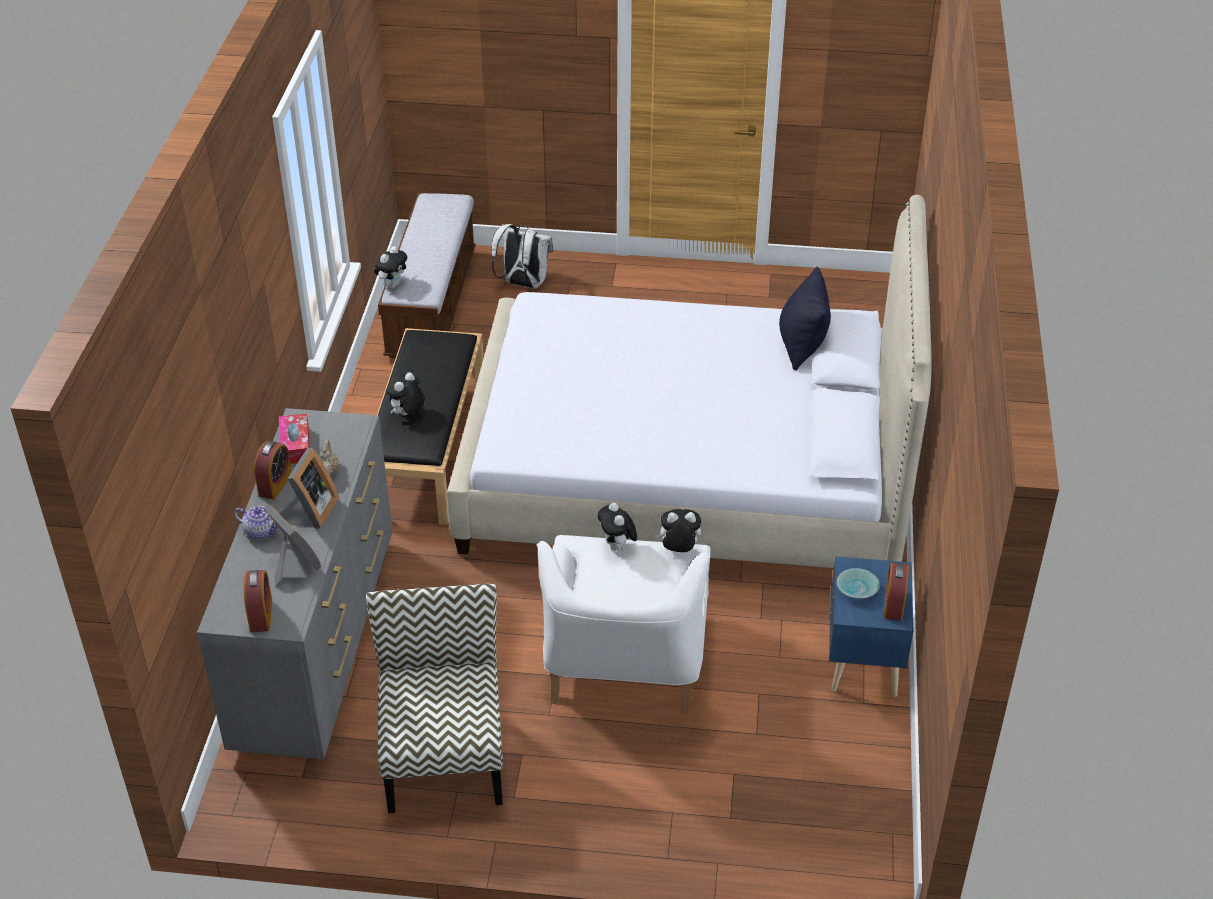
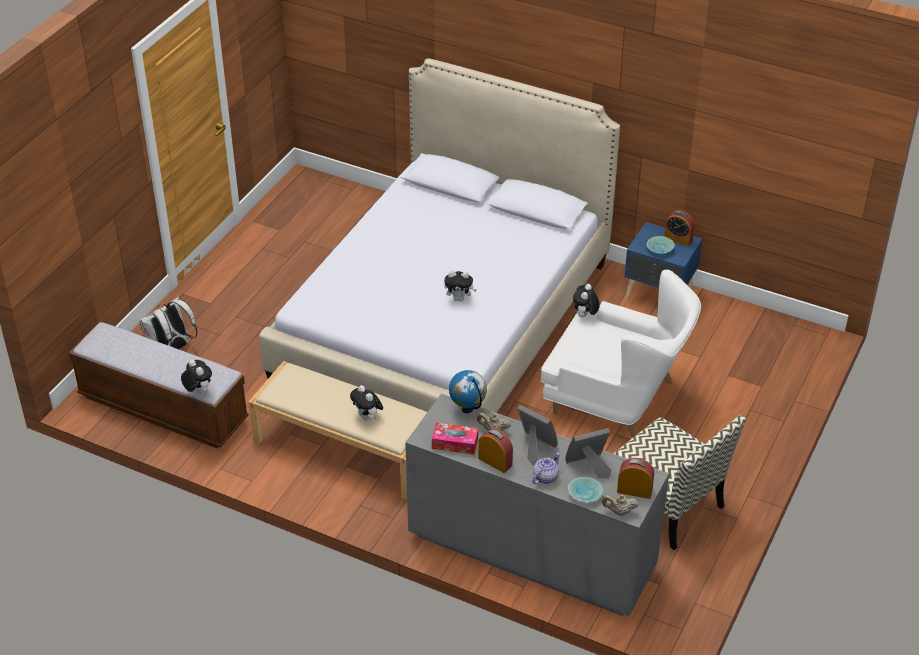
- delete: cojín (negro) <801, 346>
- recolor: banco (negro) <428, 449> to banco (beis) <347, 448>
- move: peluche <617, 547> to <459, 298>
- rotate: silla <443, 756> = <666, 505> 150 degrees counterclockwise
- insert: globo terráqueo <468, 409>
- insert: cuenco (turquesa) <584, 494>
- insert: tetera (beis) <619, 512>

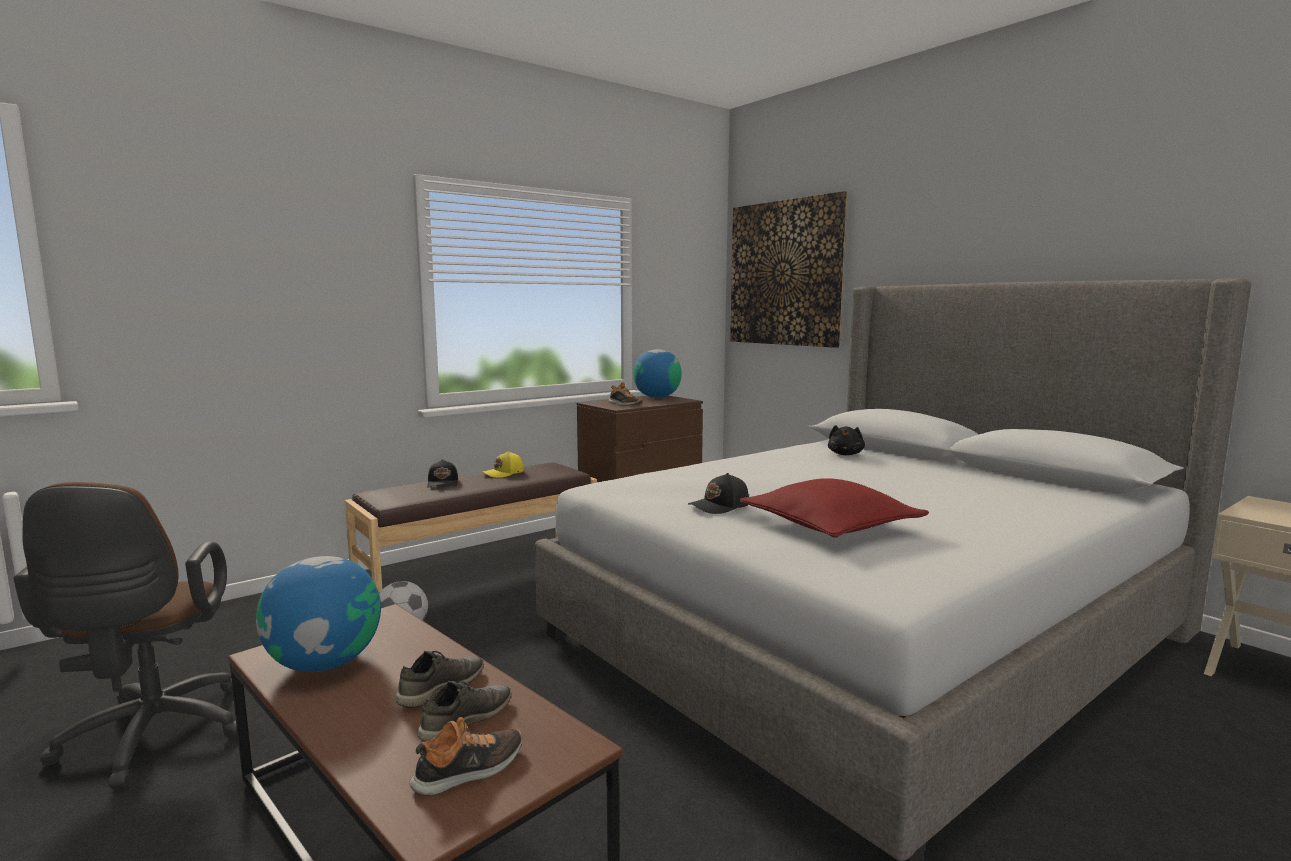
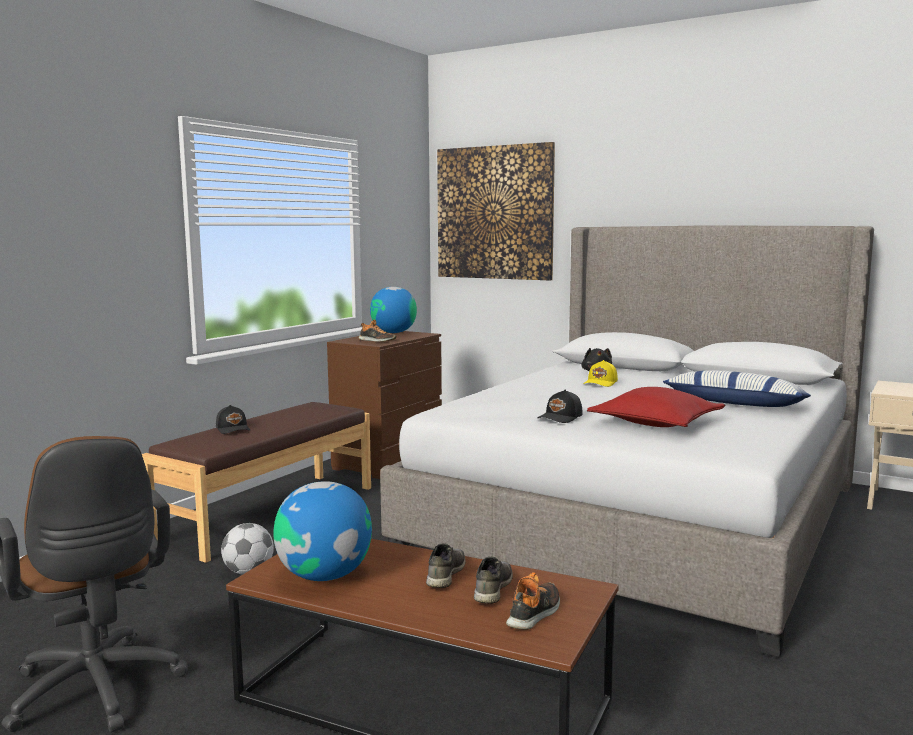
- move: gorra (amarillo) <504, 473> to <601, 383>
- insert: cojín <735, 404>

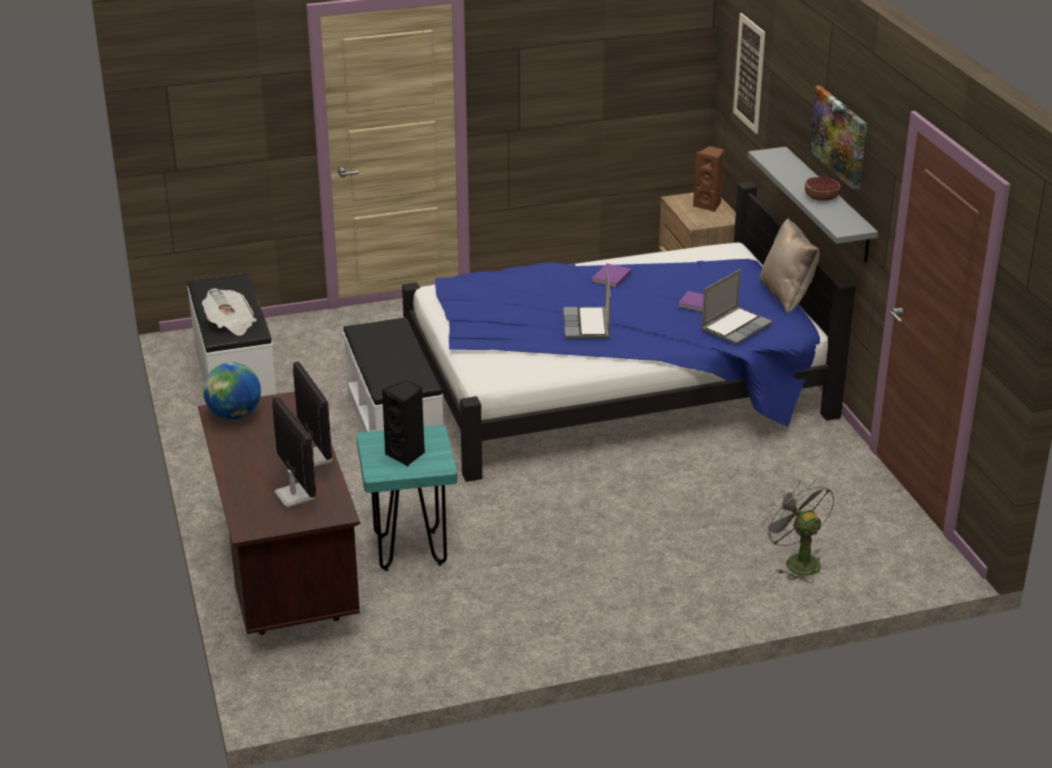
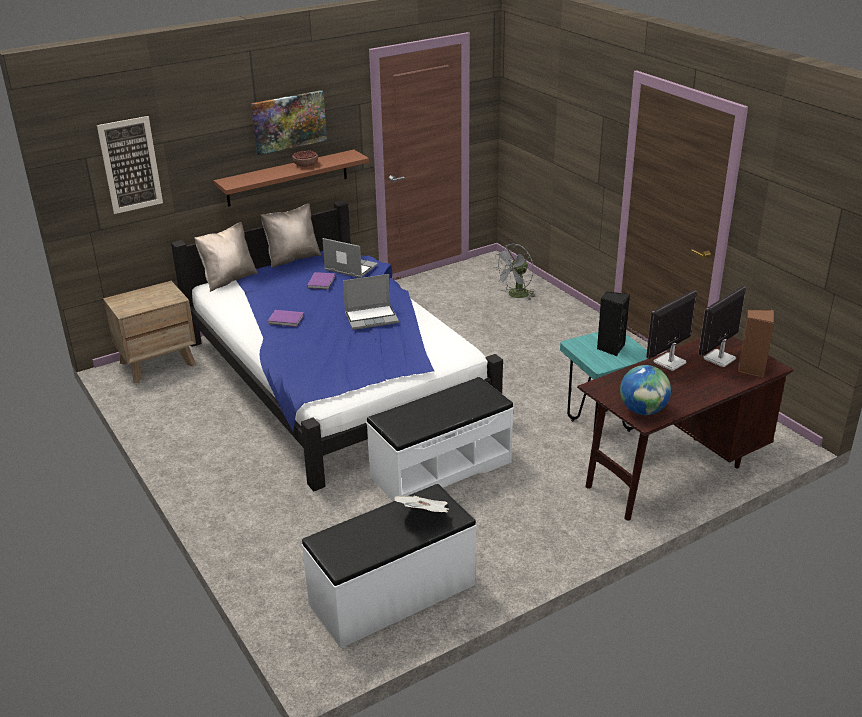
- move: altavoz (marrón) <709, 205> to <751, 369>
- recolor: estante (gris) <828, 205> to estante (marrón) <287, 178>
- insert: cojín (beis) <228, 279>

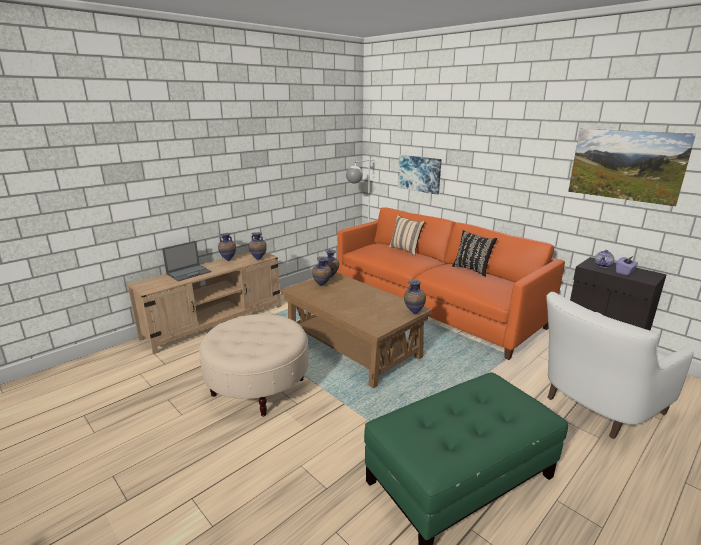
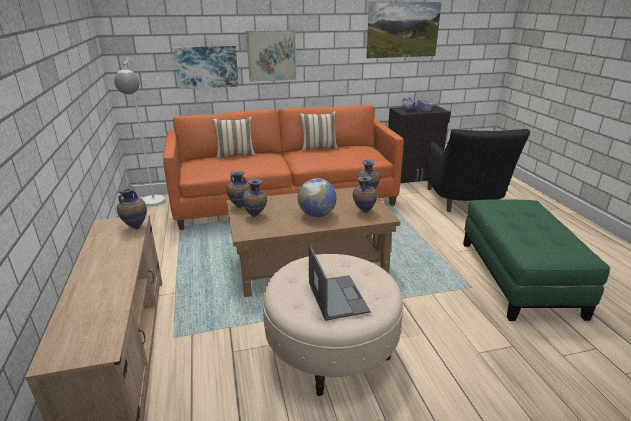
- recolor: cojín (negro) <472, 269> to cojín (beis) <318, 148>
- move: florero <228, 260> to <363, 212>
- move: portátil <189, 273> to <337, 296>
- recolor: sillón (blanco) <595, 407> to sillón (negro) <465, 202>
- insert: cuadro <271, 55>
- insert: globo terráqueo <317, 215>

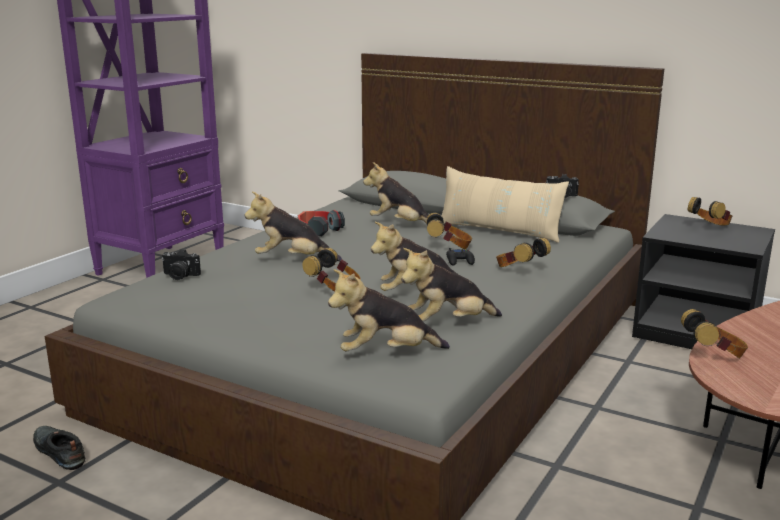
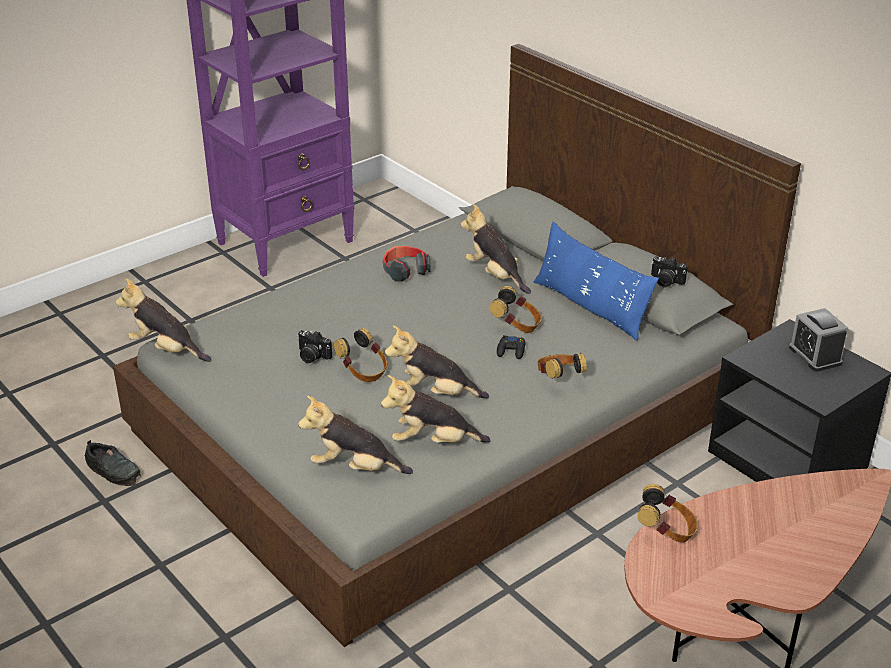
- recolor: cojín (beis) <499, 231> to cojín (azul) <590, 307>
- move: peluche <292, 260> to <166, 349>
- replace: auriculares <709, 227> to despertador <815, 355>
- move: cámara <179, 276> to <312, 356>
- rotate: zapato (negro) <59, 452> = <114, 470> 150 degrees clockwise

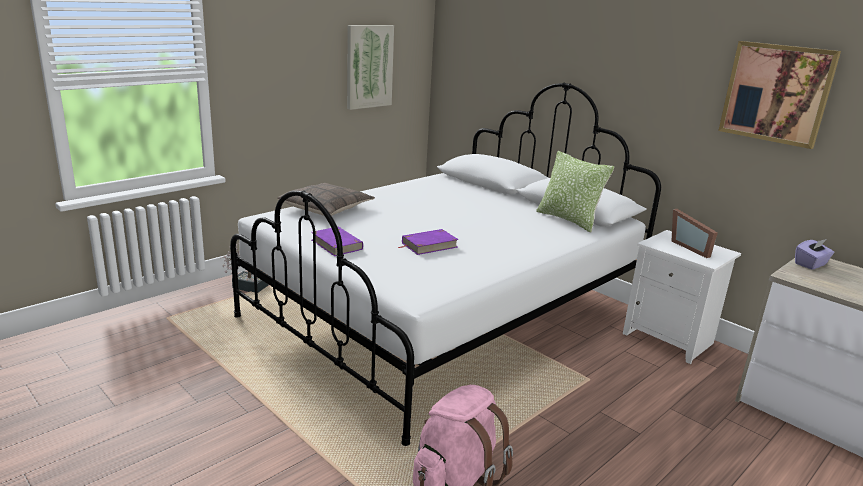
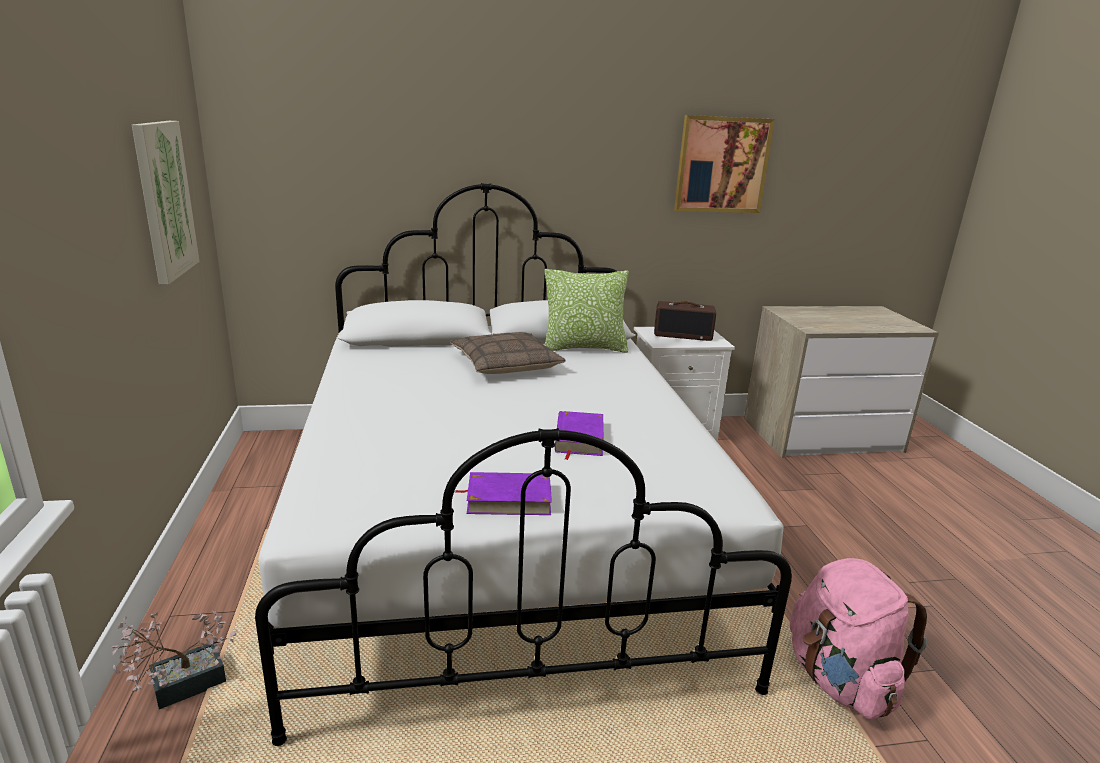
- move: cojín <326, 208> to <505, 364>
- replace: portarretratos <692, 247> to radio <683, 335>
- delete: caja de pañuelos (morado) <811, 264>

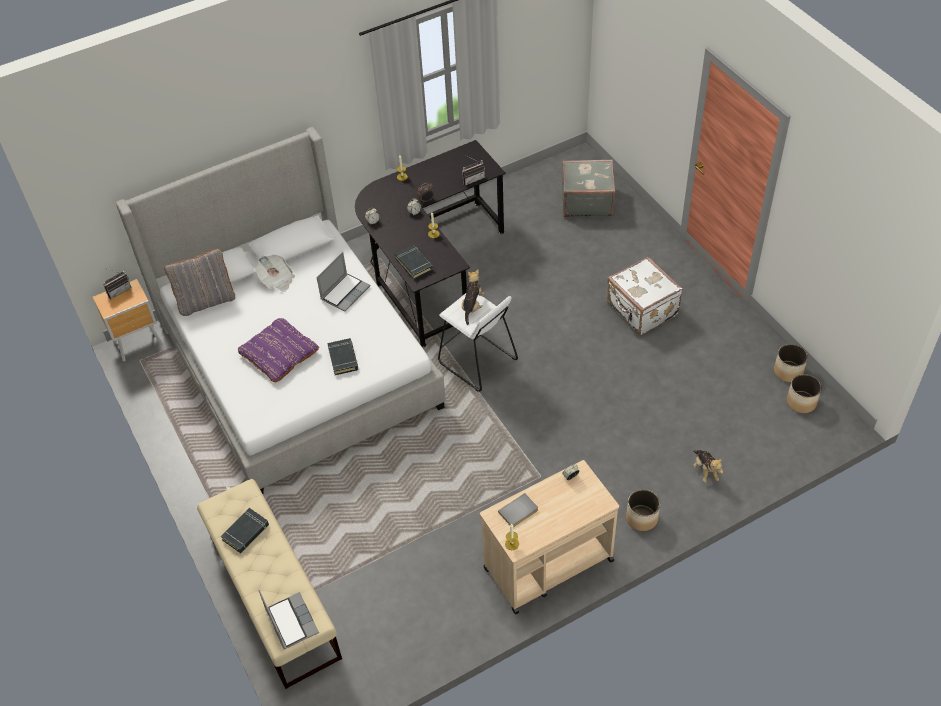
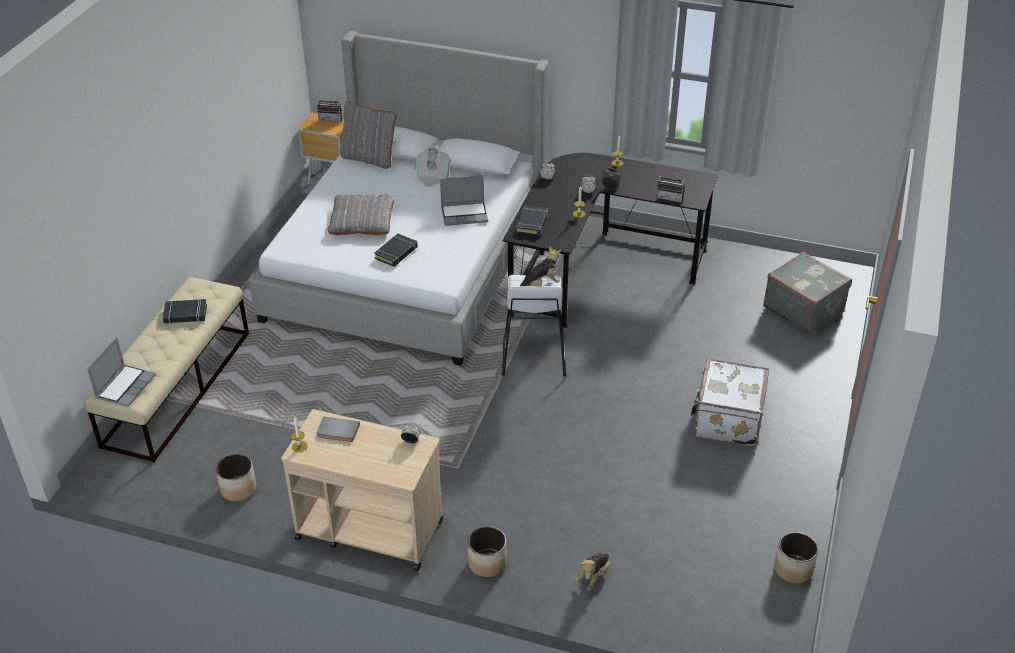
- recolor: cojín (morado) <279, 354> to cojín (gris) <362, 220>
- move: maceta <801, 402> to <238, 489>

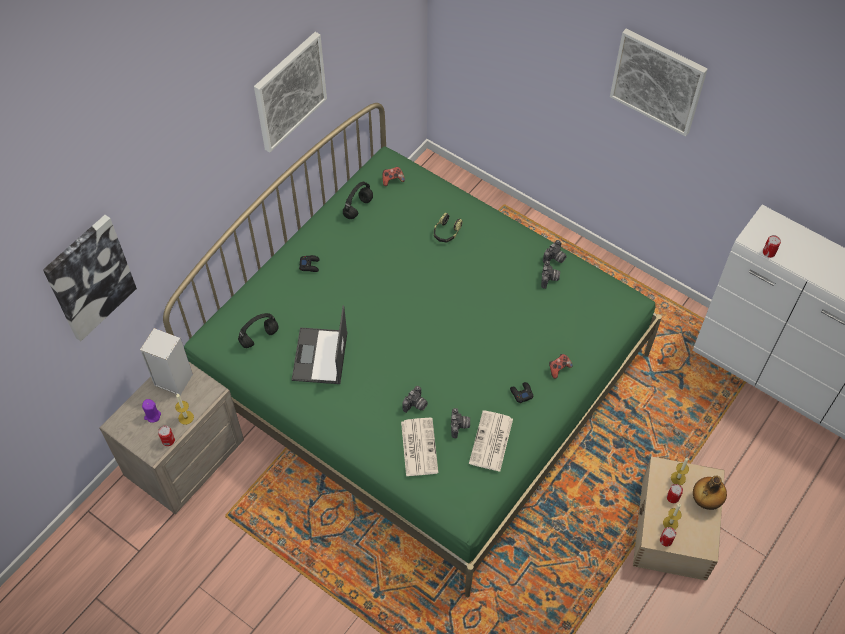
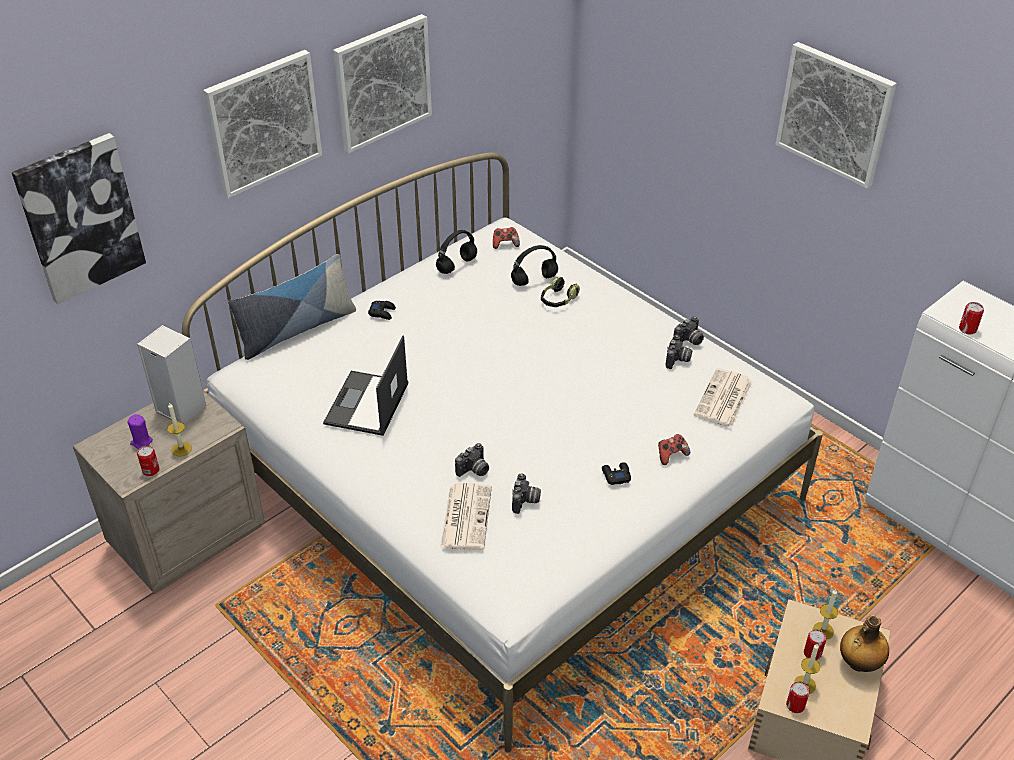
- recolor: cama (verde) <422, 376> to cama (blanco) <506, 485>
- move: auriculares (negro) <259, 338> to <534, 280>
- move: periódico <491, 442> to <723, 399>
- insert: cuadro <263, 122>
- insert: cojín <296, 329>

